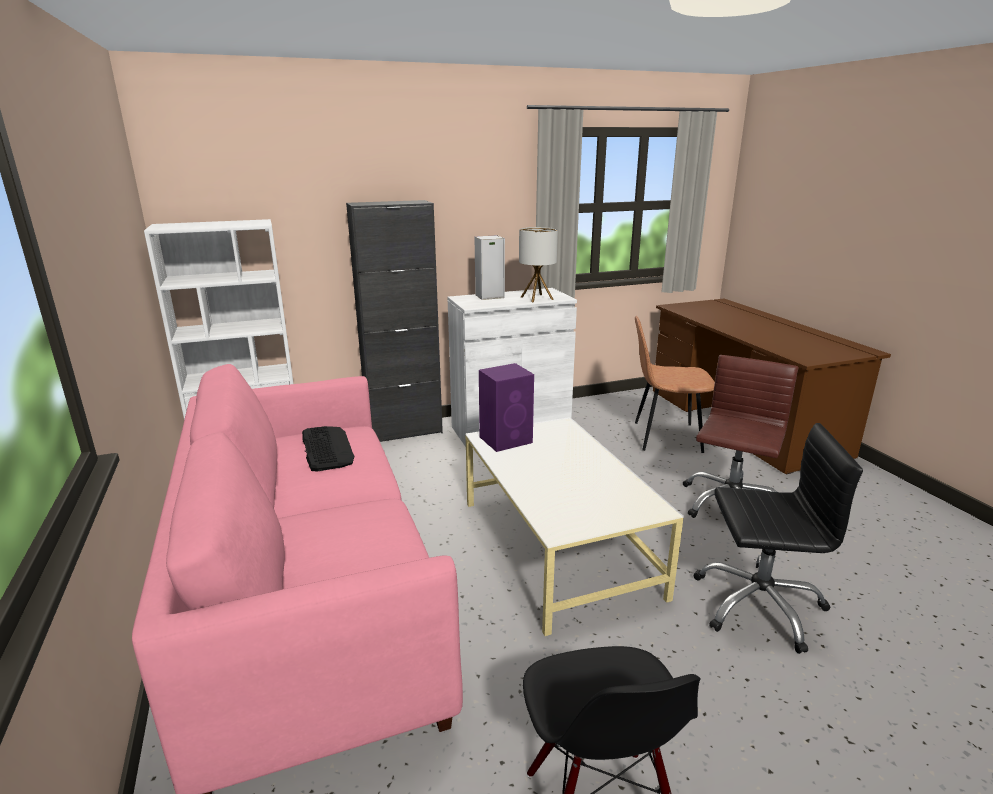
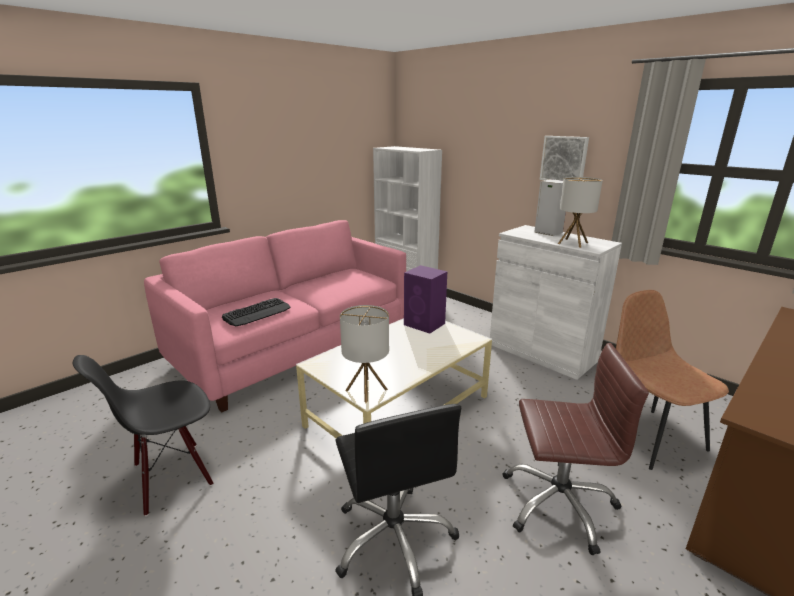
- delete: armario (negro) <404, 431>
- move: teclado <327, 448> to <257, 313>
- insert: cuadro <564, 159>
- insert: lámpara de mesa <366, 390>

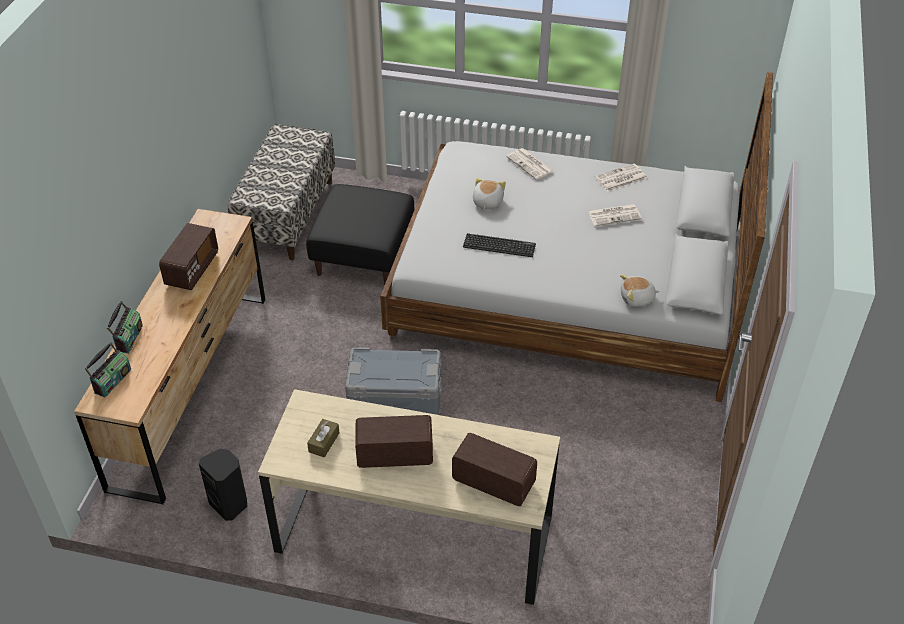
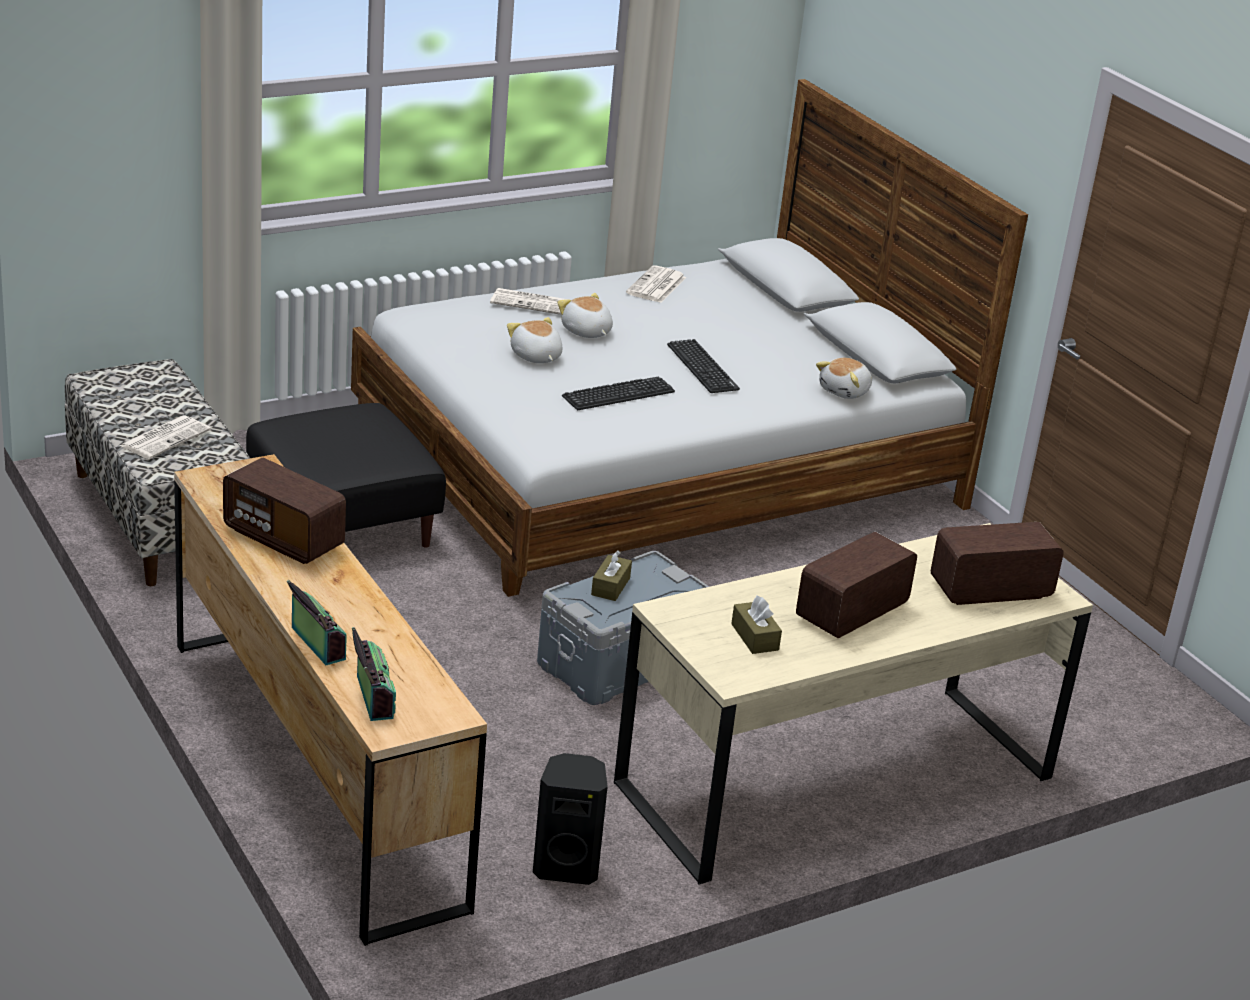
- move: periódico <614, 215> to <165, 438>
- rotate: radio <192, 269> = <284, 538> 150 degrees clockwise
- insert: peluche <586, 332>
- insert: teclado <702, 367>
- insert: caja de pañuelos (marrón) <610, 586>

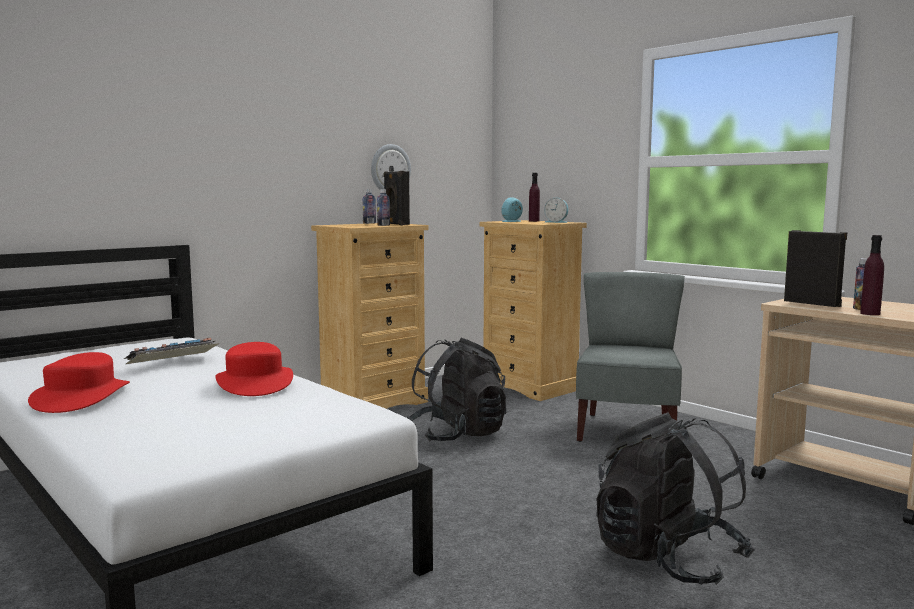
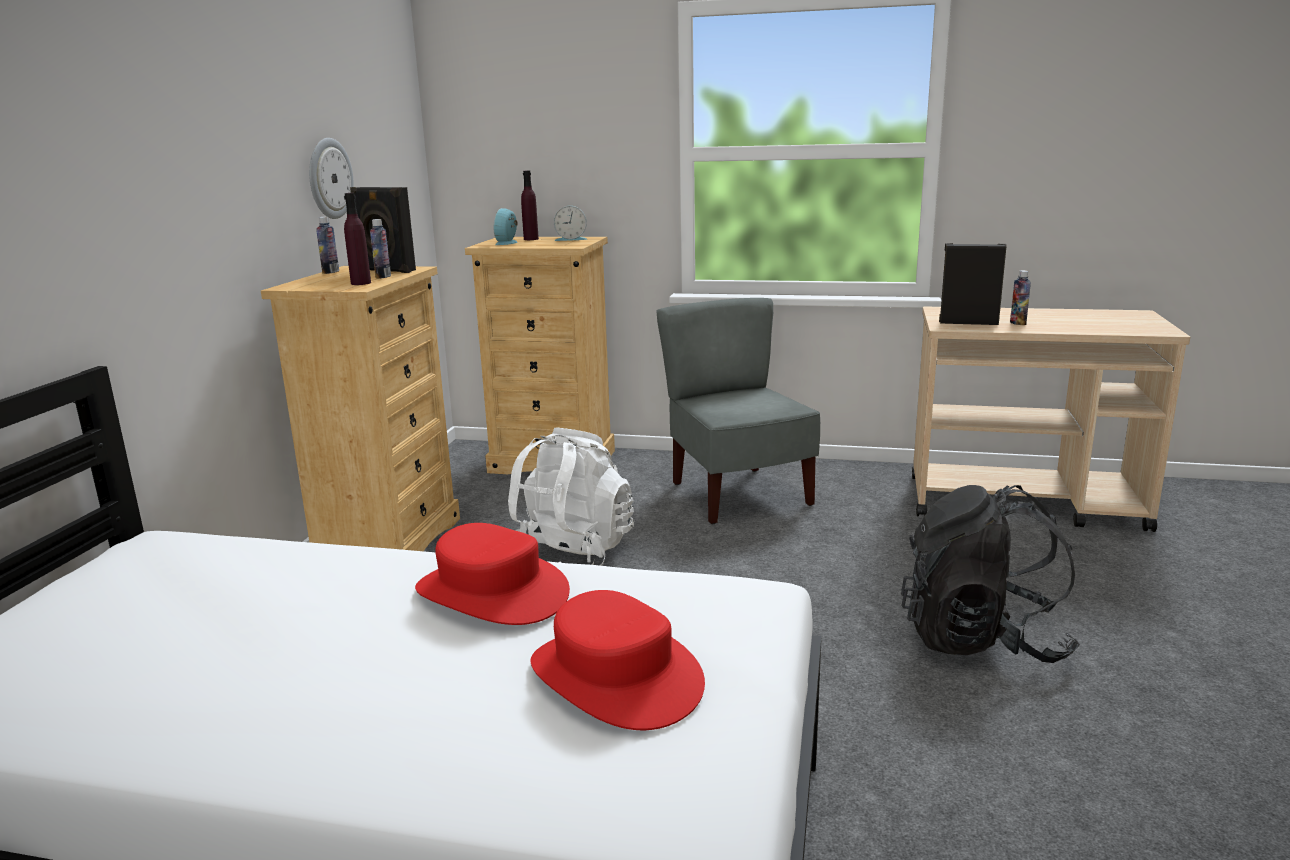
- move: botella (morado) <870, 313> to <361, 283>
- delete: teclado <172, 361>
- recolor: mochila (negro) <457, 434> to mochila (blanco) <569, 557>
- move: sombrero (rojo) <81, 397> to <614, 677>

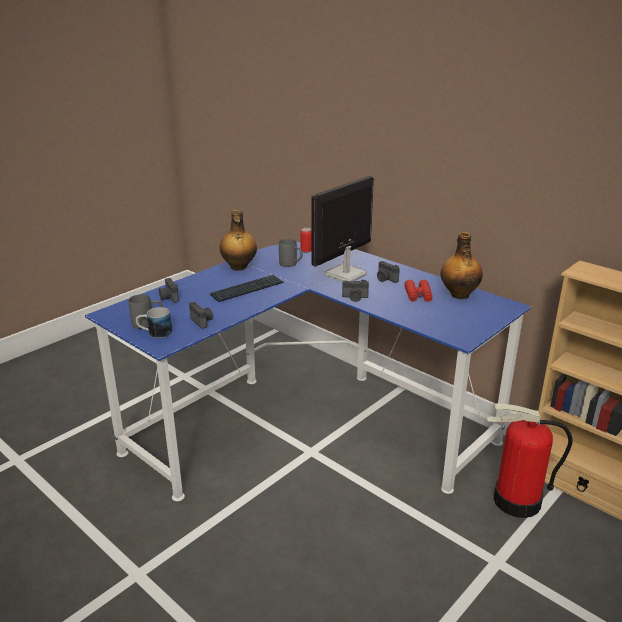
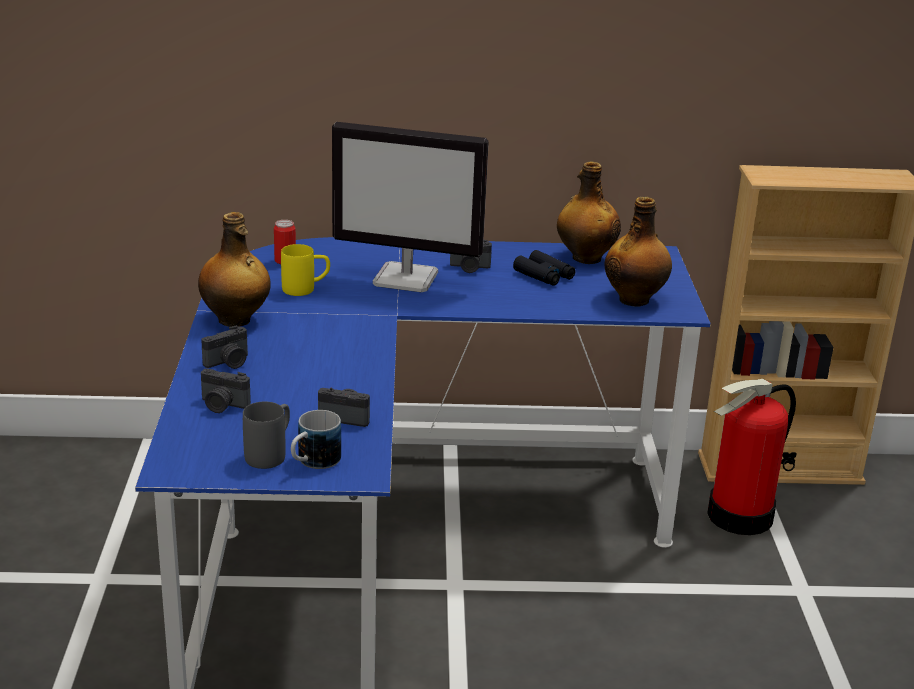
- rotate: monitor <345, 274> = <407, 279> 75 degrees counterclockwise
- recolor: taza grande (gris) <291, 264> to taza grande (amarillo) <306, 289>
- delete: teclado <247, 289>
- move: cámara <355, 298> to <229, 363>
- recolor: prismáticos (rojo) <418, 295> to prismáticos (negro) <544, 275>
- insert: botella <635, 299>

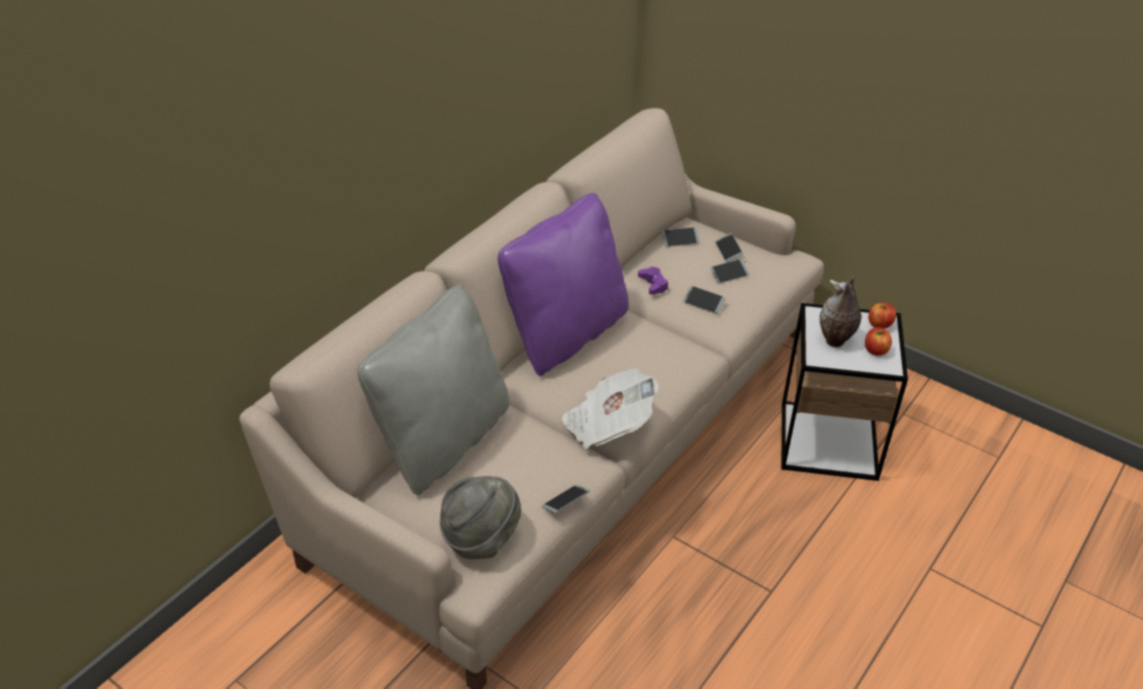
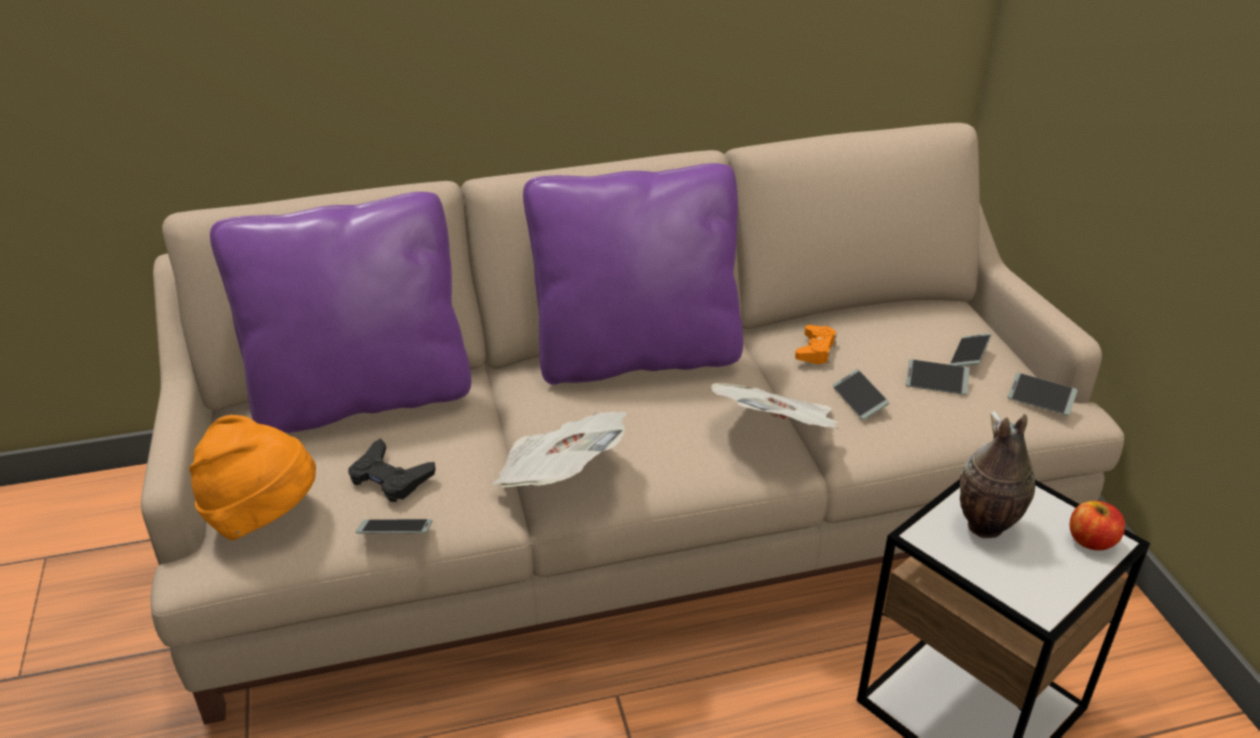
- move: móvil <680, 240> to <1040, 399>
- recolor: mando de consola (morado) <653, 284> to mando de consola (naranja) <816, 350>
- recolor: cojín (gris) <442, 441> to cojín (morado) <362, 397>
- delete: manzana <875, 350>
- recolor: sombrero (gris) <480, 537> to sombrero (naranja) <263, 516>
- insert: periódico <778, 432>
- insert: mando de consola (negro) <390, 477>

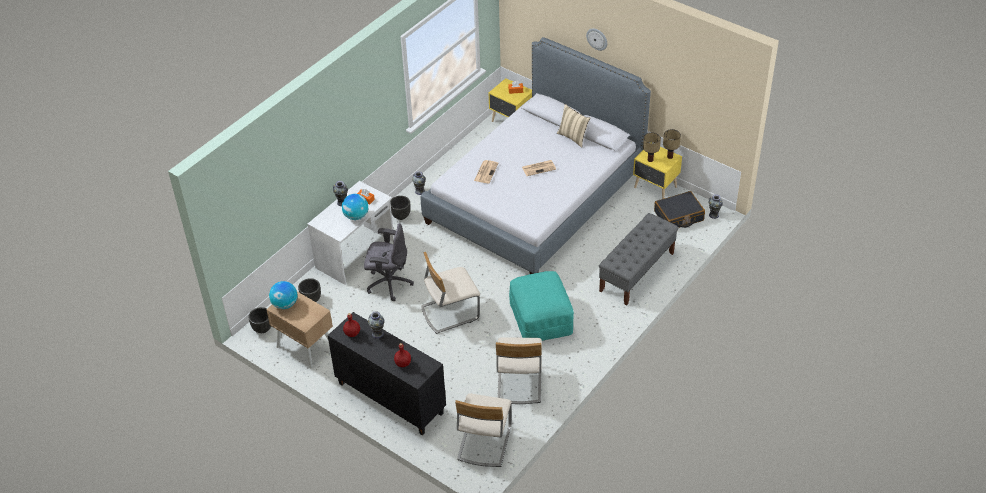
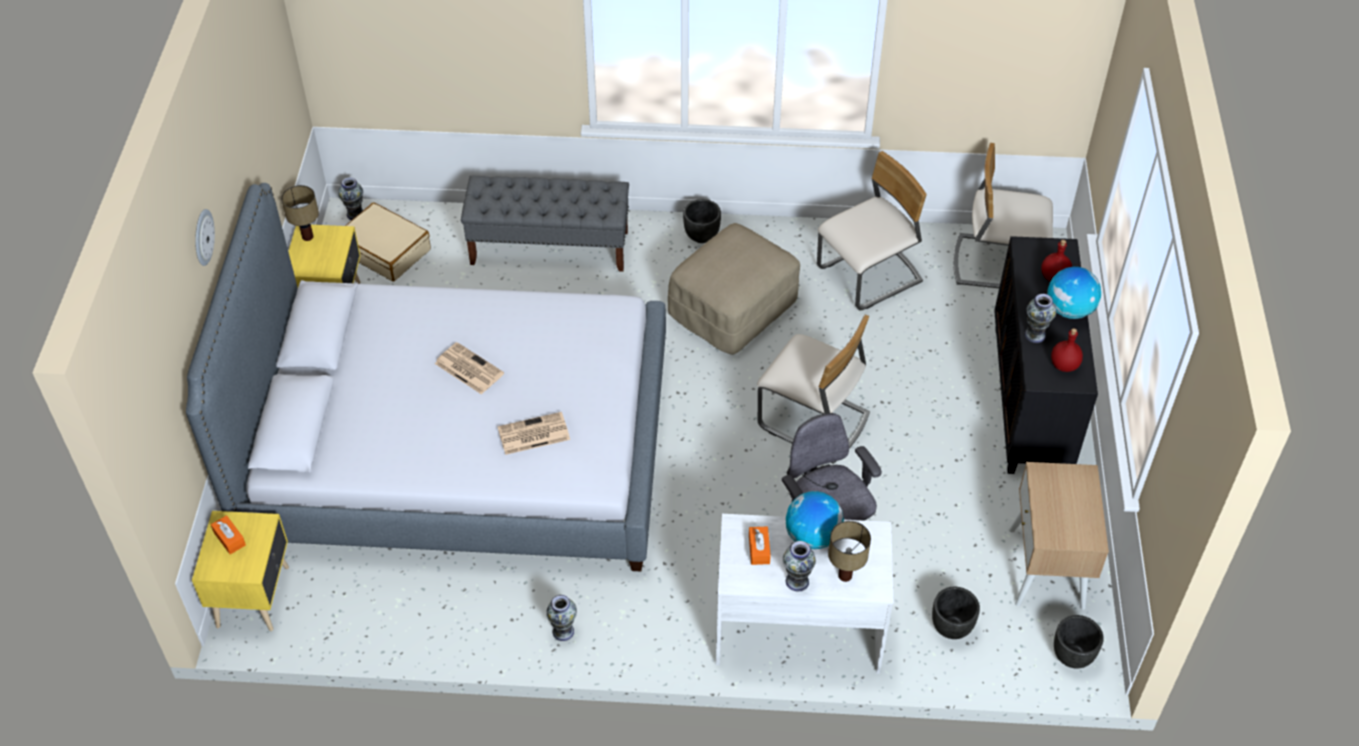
- delete: cojín (beis) <573, 137>
- move: lámpara de mesa <650, 160> to <845, 576>
- recolor: maleta (negro) <678, 216> to maleta (beis) <386, 251>
- move: maceta (negro) <401, 216> to <701, 236>
- recolor: puf (turquesa) <540, 319> to puf (beis) <733, 310>
- move: globo terráqueo <285, 304> to <1069, 310>
- rotate: silla (beis) <484, 443> = <997, 263> 150 degrees counterclockwise

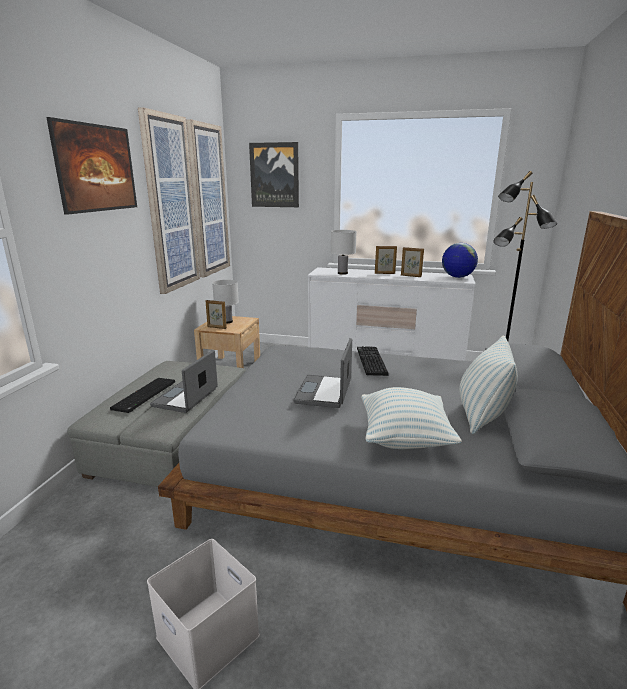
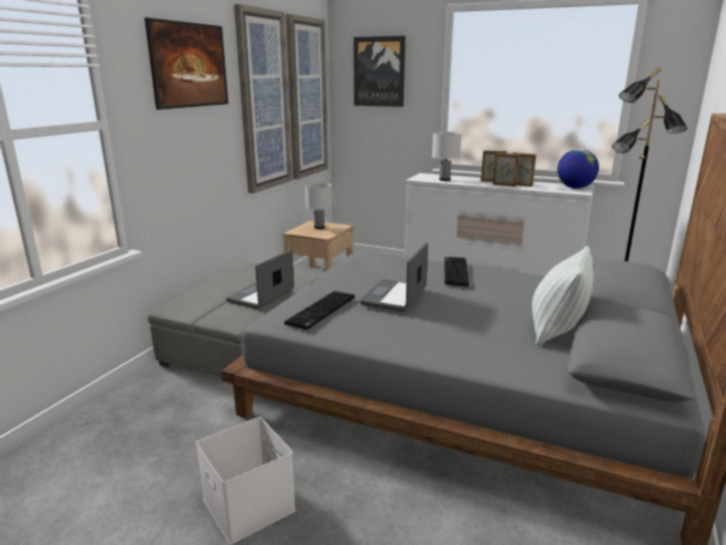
- move: portarretratos <216, 327> to <504, 185>
- move: teclado <145, 396> to <322, 311>
- delete: cojín <404, 438>

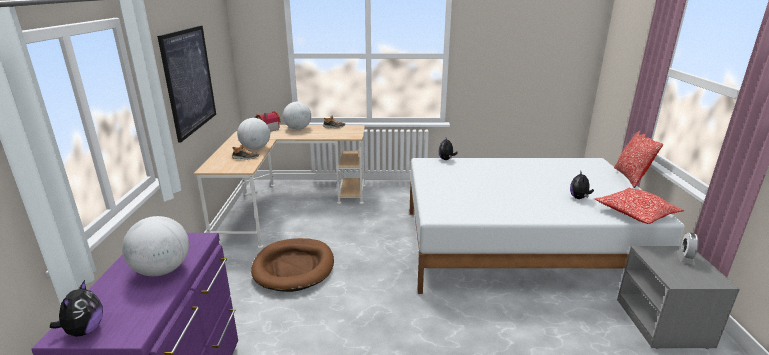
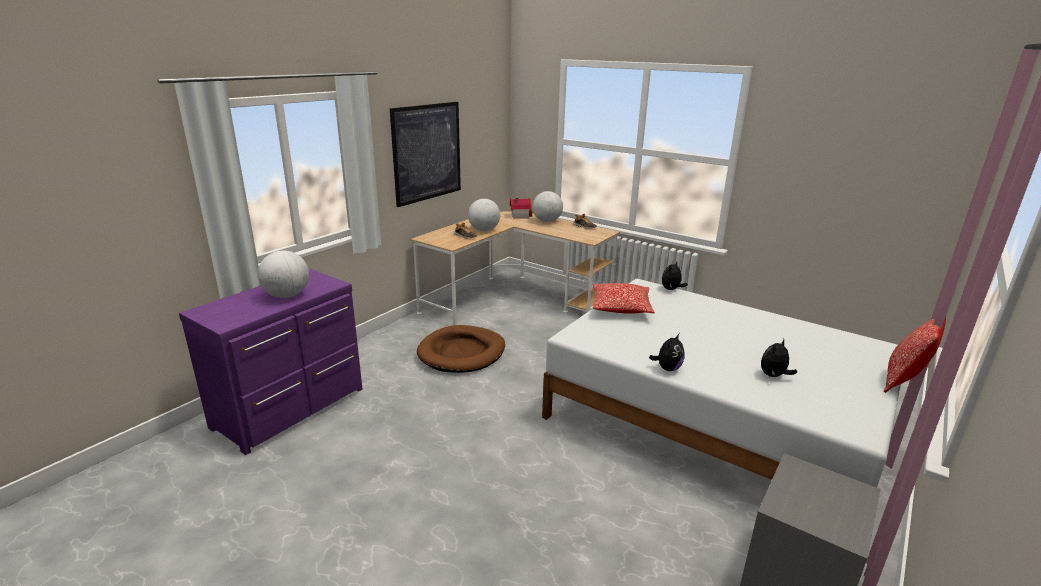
- move: cojín <635, 214> to <621, 307>
- delete: despertador <685, 258>
- move: peluche <84, 330> to <667, 368>

